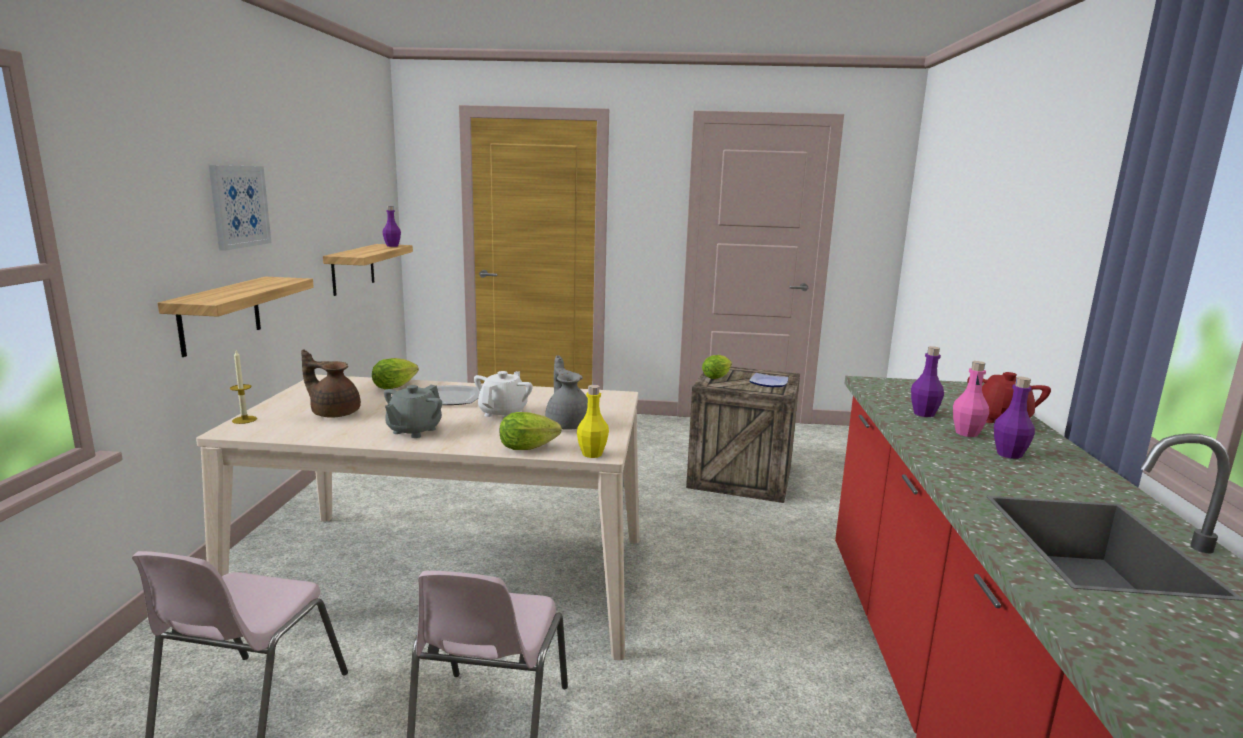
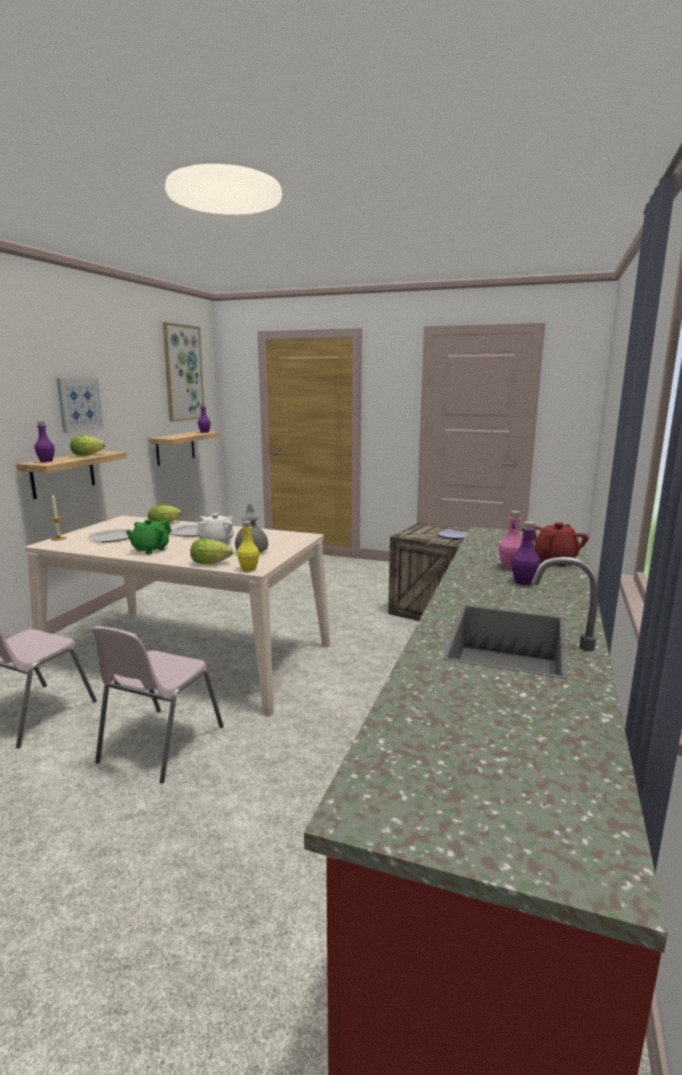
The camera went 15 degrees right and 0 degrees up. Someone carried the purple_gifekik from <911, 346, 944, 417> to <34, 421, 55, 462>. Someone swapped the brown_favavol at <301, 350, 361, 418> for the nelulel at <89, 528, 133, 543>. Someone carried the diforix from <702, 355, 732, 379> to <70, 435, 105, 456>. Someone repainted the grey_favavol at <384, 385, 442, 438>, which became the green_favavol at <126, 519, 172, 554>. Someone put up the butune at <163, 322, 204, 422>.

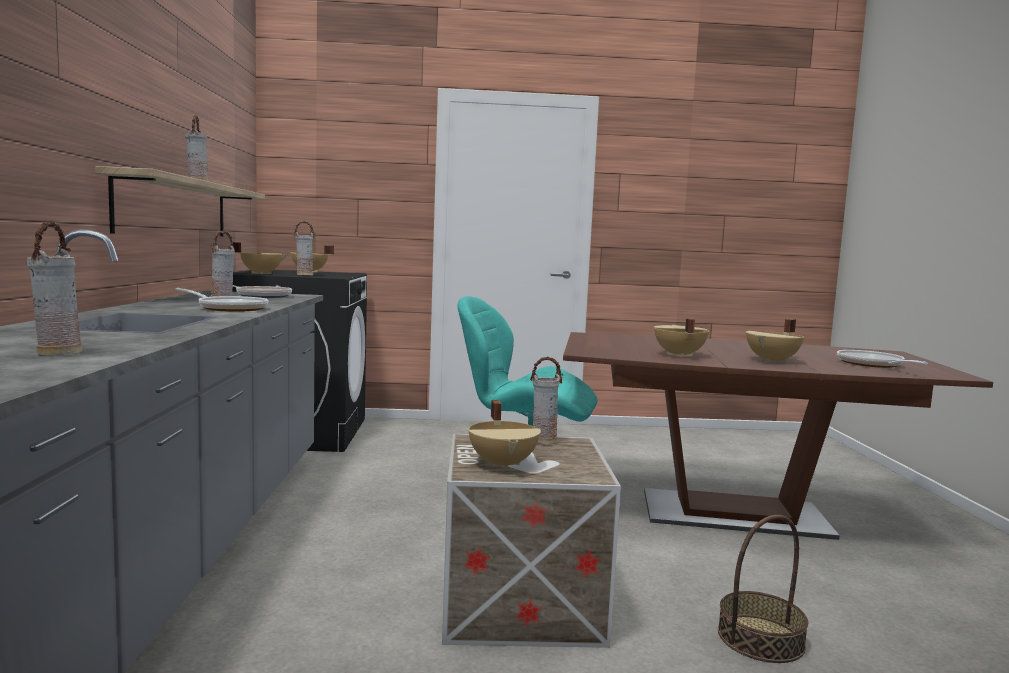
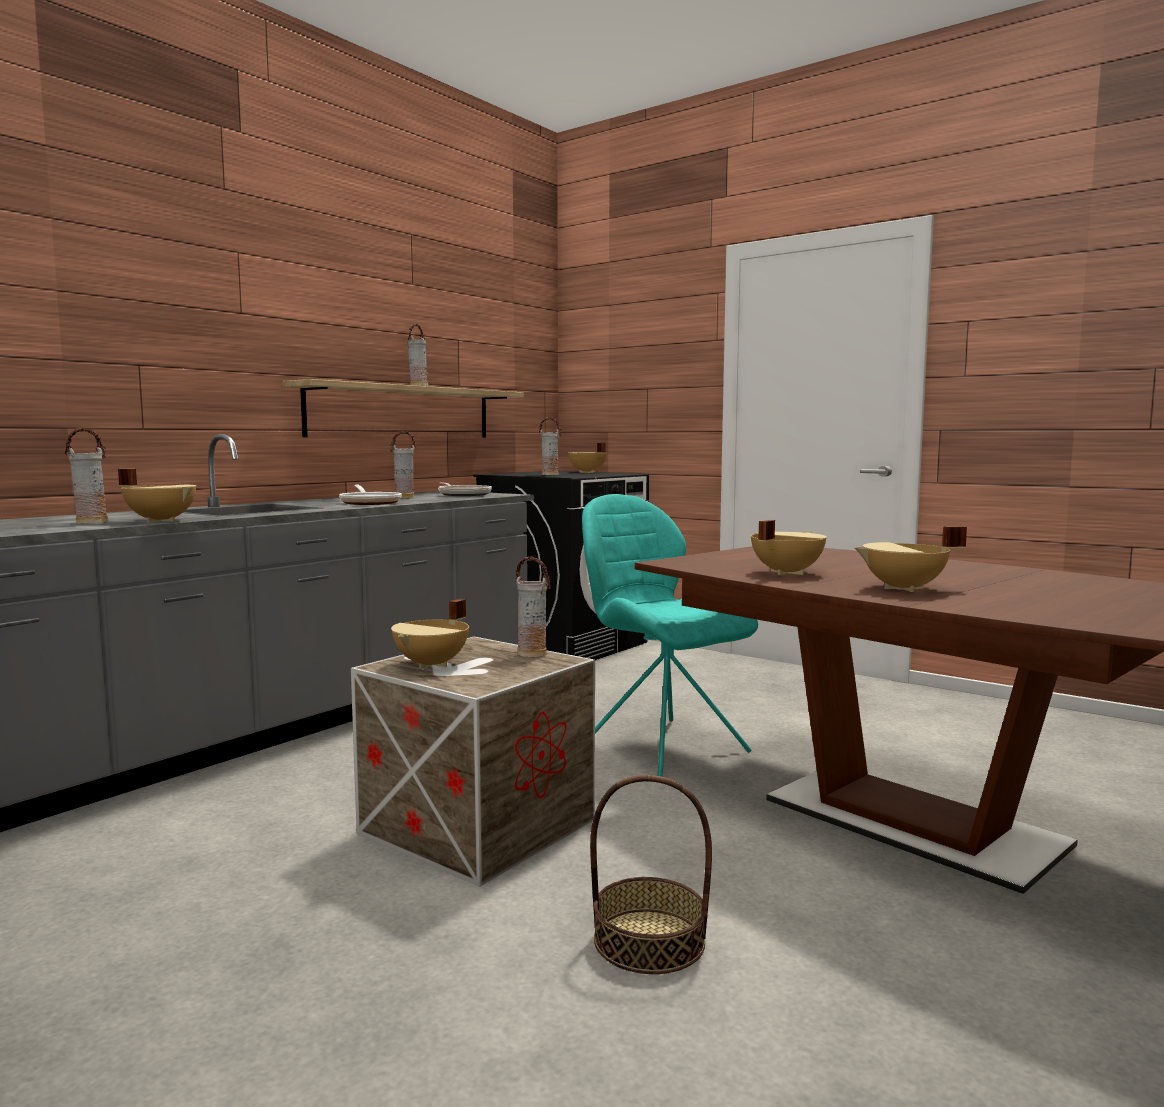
The camera went 40 degrees right and 0 degrees up. Someone carried the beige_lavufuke from <230, 242, 288, 274> to <118, 469, 196, 522>. Someone took away the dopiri at <837, 350, 928, 368>.

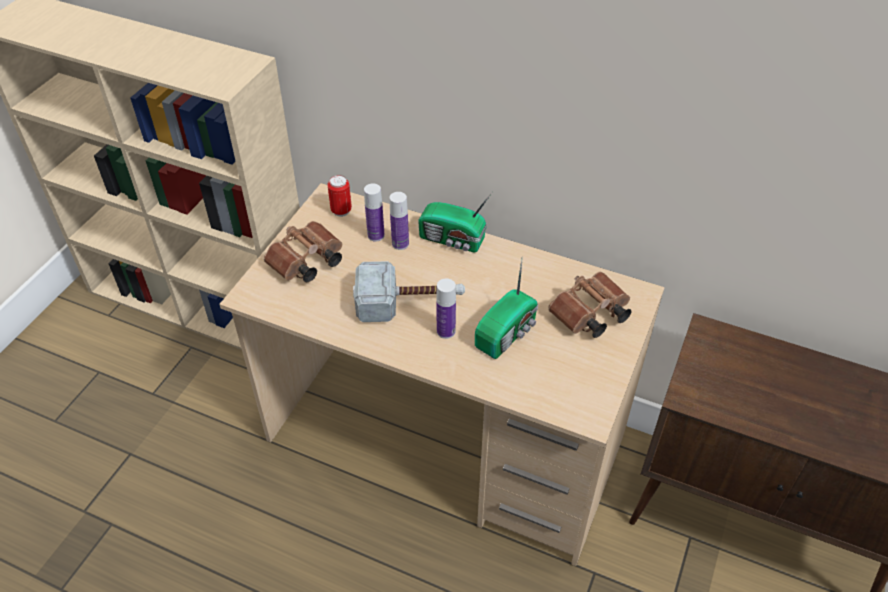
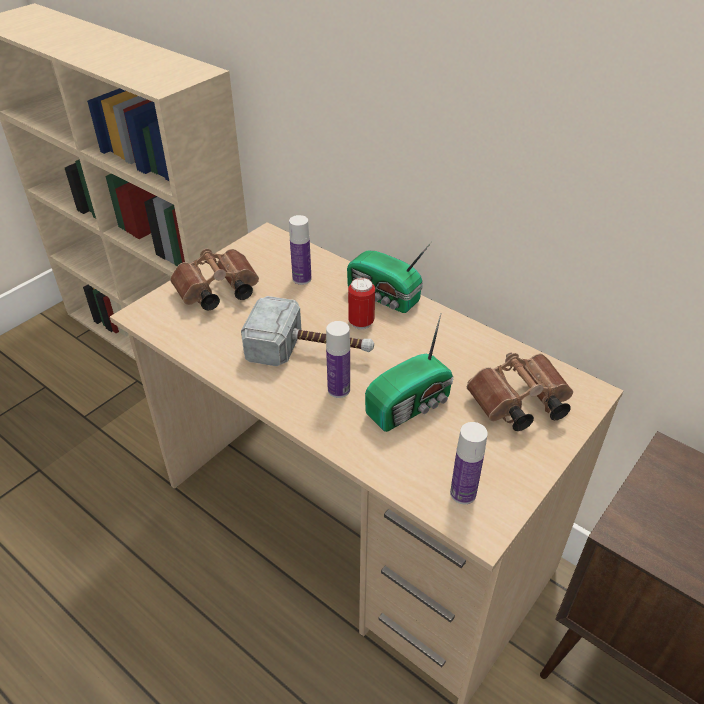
The camera went 15 degrees right and 5 degrees down. Someone carried the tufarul from <327, 175, 352, 217> to <348, 277, 375, 330>. Someone carried the gifekik from <390, 192, 409, 250> to <450, 422, 488, 504>.

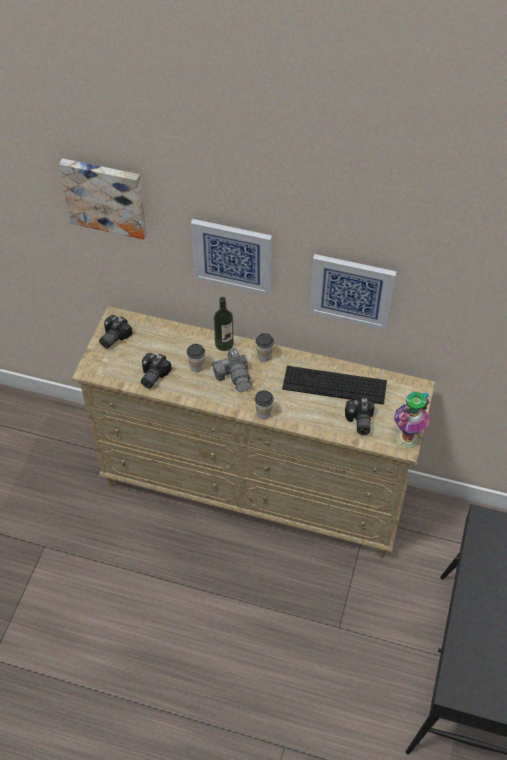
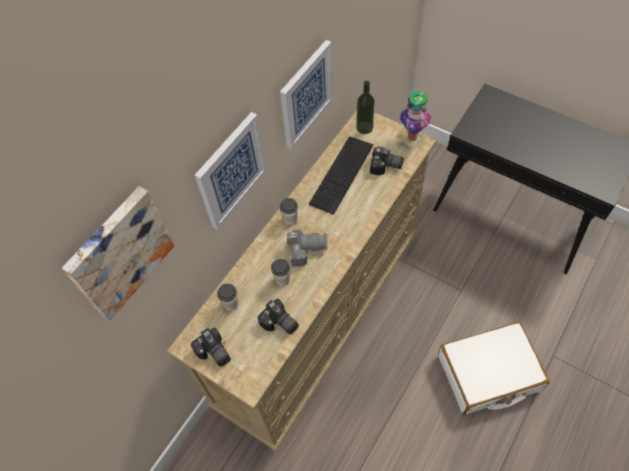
The camera went 70 degrees left and 5 degrees up. Someone carried the gifekik from <214, 297, 234, 351> to <356, 80, 375, 134>. Someone carried the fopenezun from <255, 390, 274, 419> to <217, 283, 238, 311>. Someone put down the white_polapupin at <438, 322, 550, 415>.

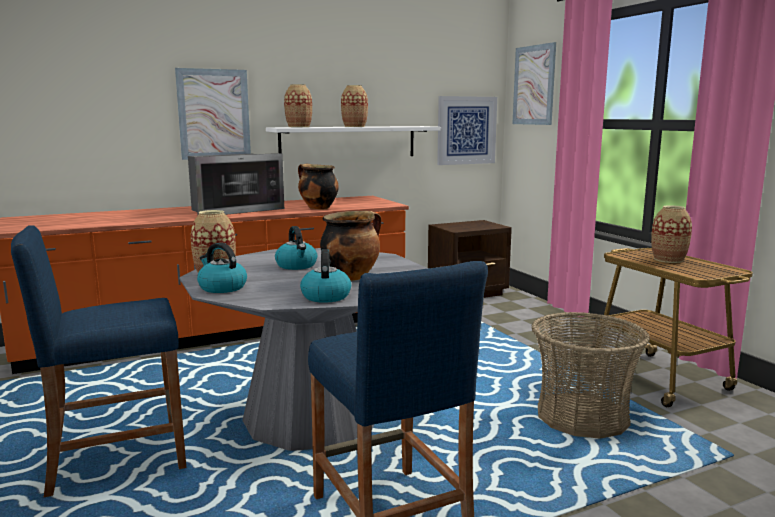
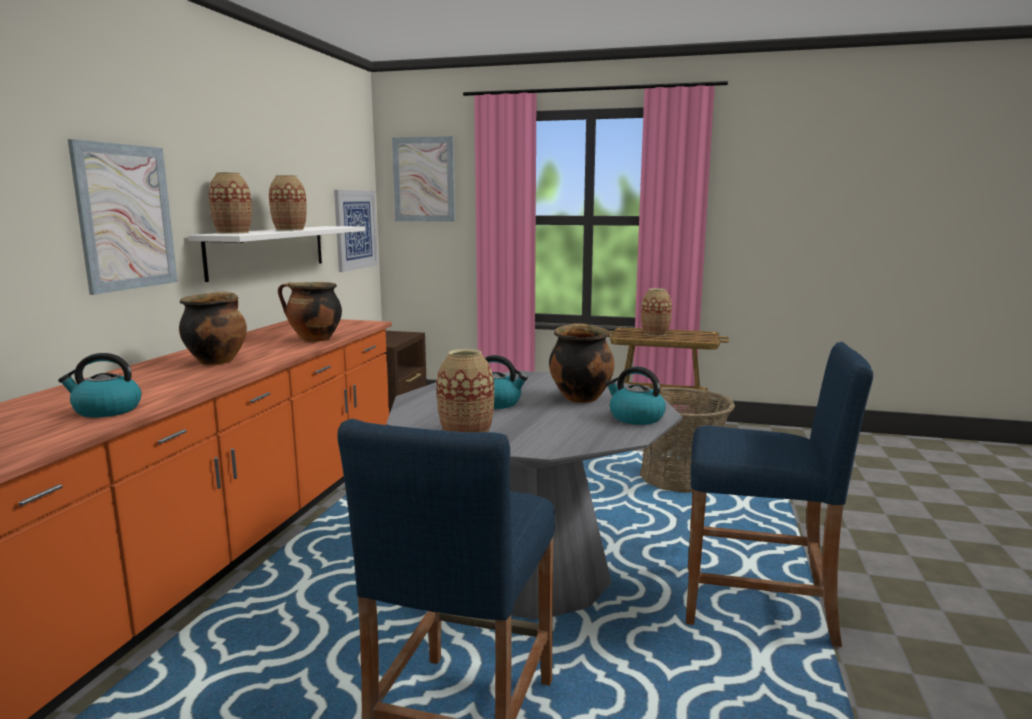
The camera went 50 degrees left and 0 degrees up. Someone swapped the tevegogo at <188, 153, 284, 215> for the lavufuke at <179, 292, 247, 365>. Someone carried the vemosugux from <197, 243, 247, 293> to <58, 353, 142, 418>.

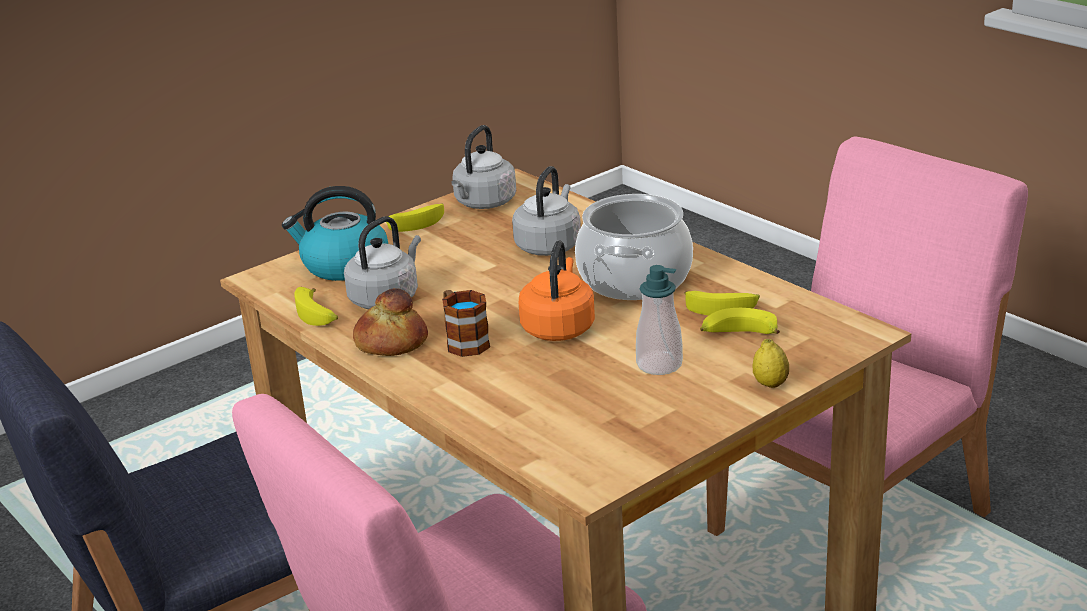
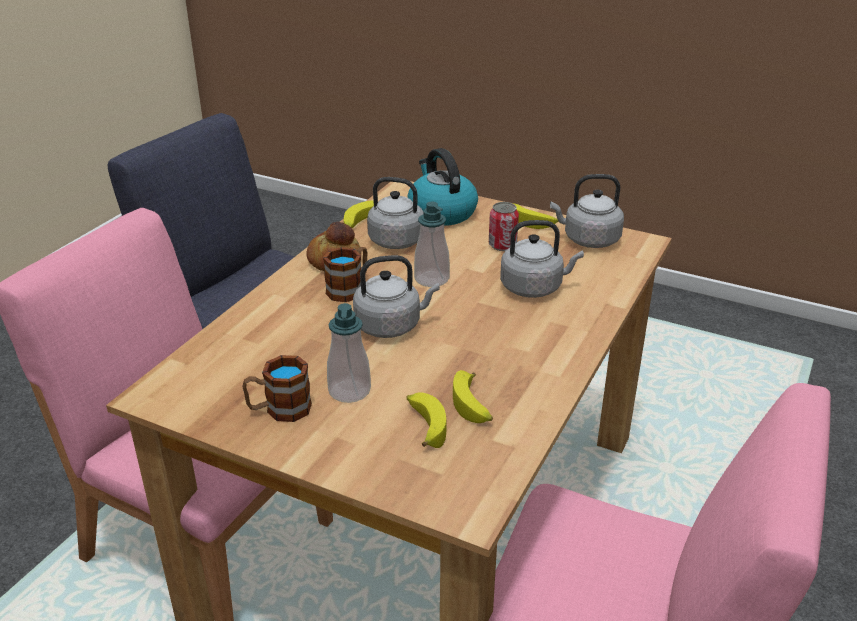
The camera went 65 degrees right and 5 degrees up. Someone took away the lavufuke at <575, 194, 693, 300>. Someone repainted the orange_vemosugux at <519, 240, 595, 341>, which became the grey_vemosugux at <353, 255, 440, 338>. Someone took away the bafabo at <752, 339, 789, 388>. Someone put down the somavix at <414, 201, 450, 287>. Someone put down the tufarul at <489, 202, 519, 251>. Someone put down the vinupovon at <242, 355, 312, 422>.

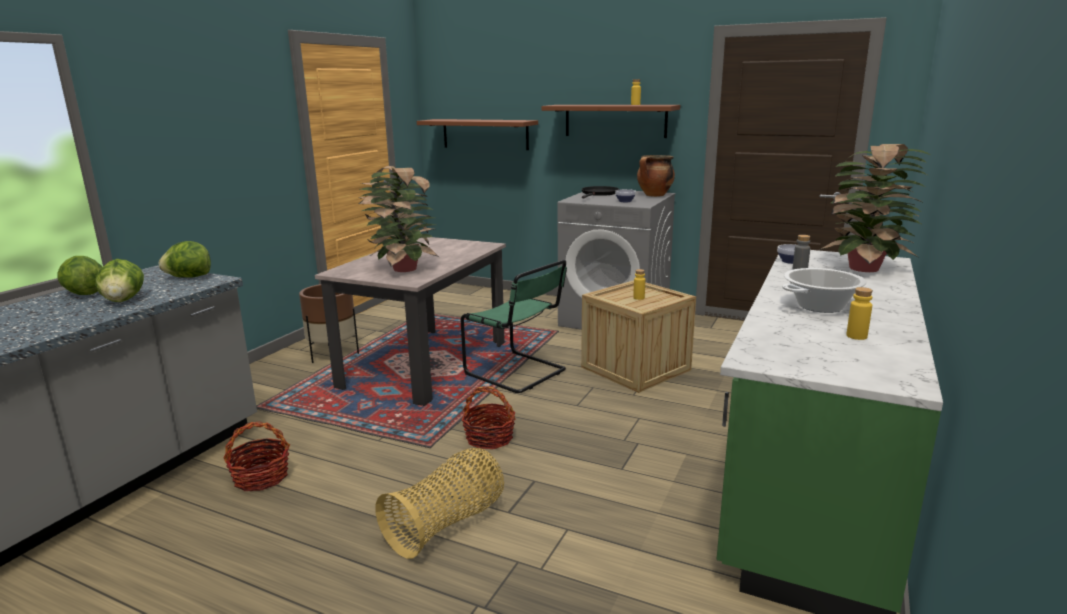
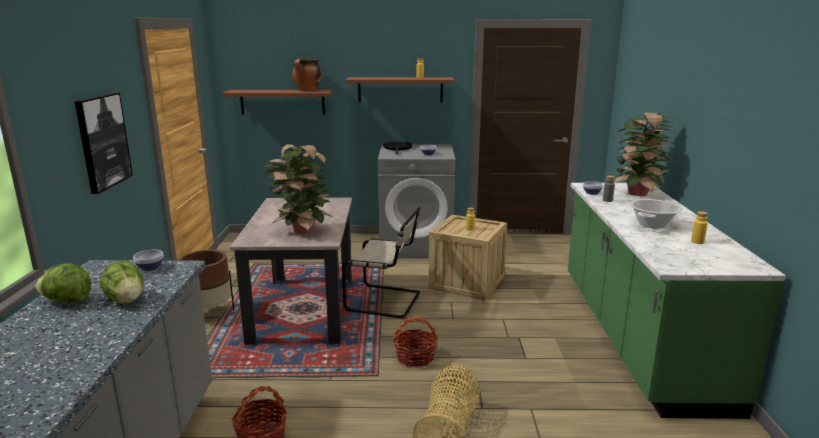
The camera went 25 degrees left and 0 degrees up. Someone carried the lavufuke from <637, 155, 675, 197> to <292, 59, 322, 91>. Someone swapped the diforix at <159, 241, 211, 278> for the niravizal at <133, 250, 164, 271>. Someone repainted the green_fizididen at <461, 260, 567, 393>, which became the beige_fizididen at <342, 207, 421, 318>. Someone put up the butune at <75, 93, 133, 194>.

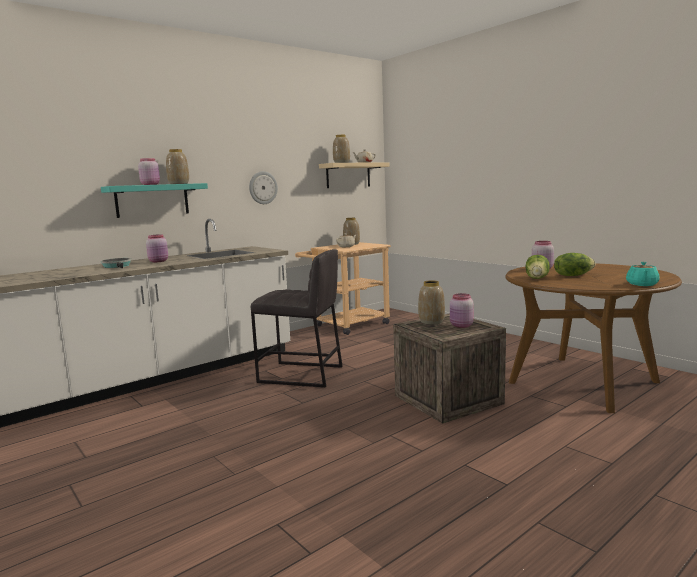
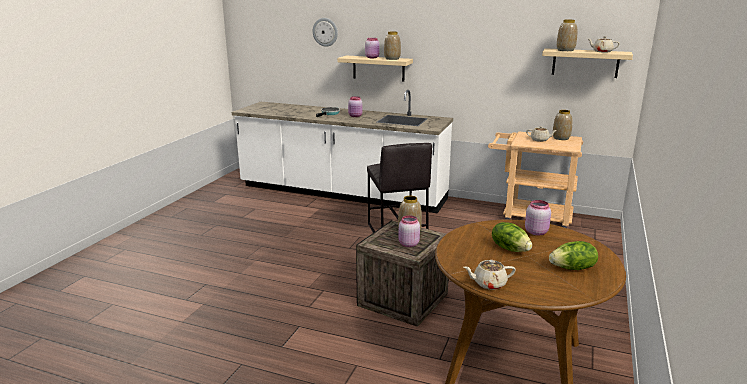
The camera went 60 degrees right and 10 degrees up. Someone carried the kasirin from <249, 171, 278, 204> to <313, 18, 338, 47>. Someone repainted the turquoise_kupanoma at <101, 183, 208, 218>, which became the beige_kupanoma at <337, 56, 413, 82>. Someone carried the diforix from <526, 255, 550, 279> to <549, 241, 598, 270>. Someone repainted the turquoise_favavol at <626, 262, 660, 286>, which became the beige_favavol at <464, 260, 516, 290>.

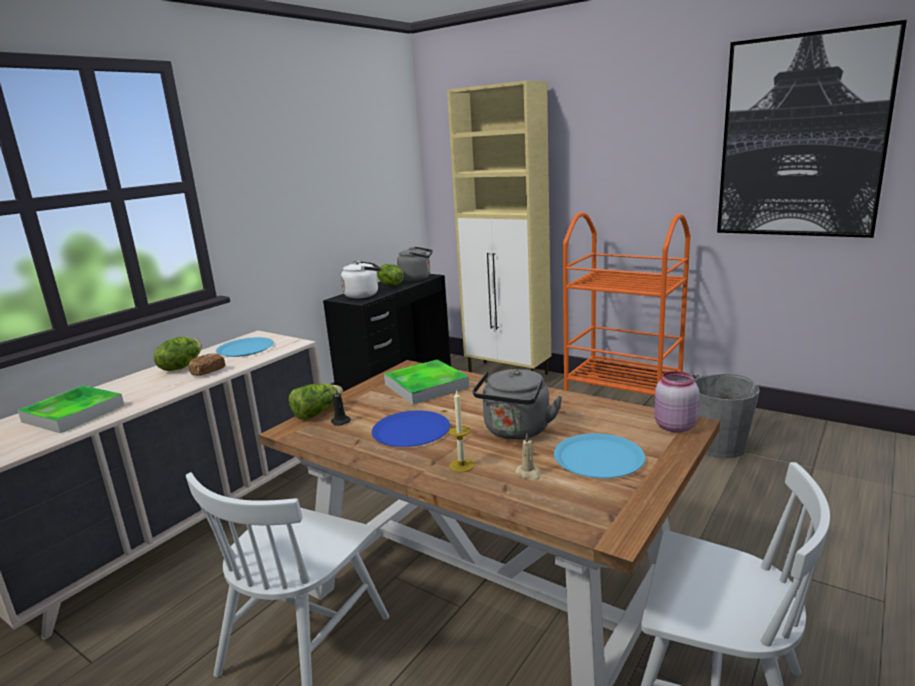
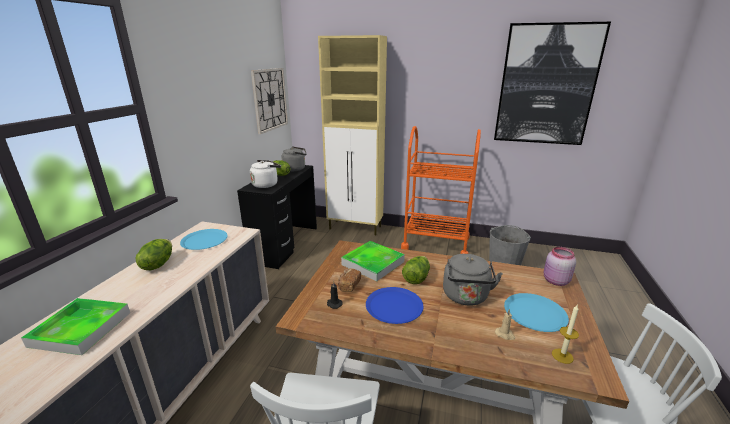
The camera went 20 degrees left and 5 degrees up. Someone carried the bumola from <188, 353, 225, 376> to <338, 268, 361, 292>. Someone carried the diforix from <289, 384, 343, 420> to <402, 256, 430, 284>. Someone carried the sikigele from <448, 390, 474, 472> to <552, 305, 579, 364>. Someone put up the kasirin at <251, 68, 288, 134>.

